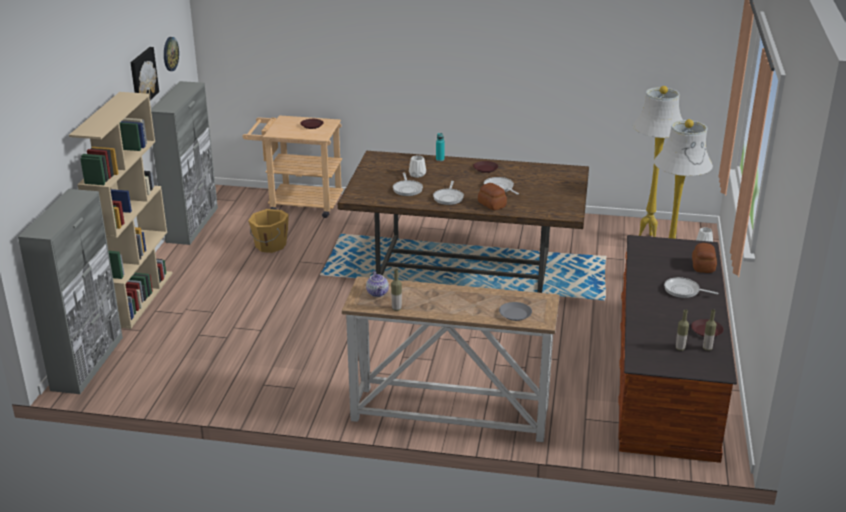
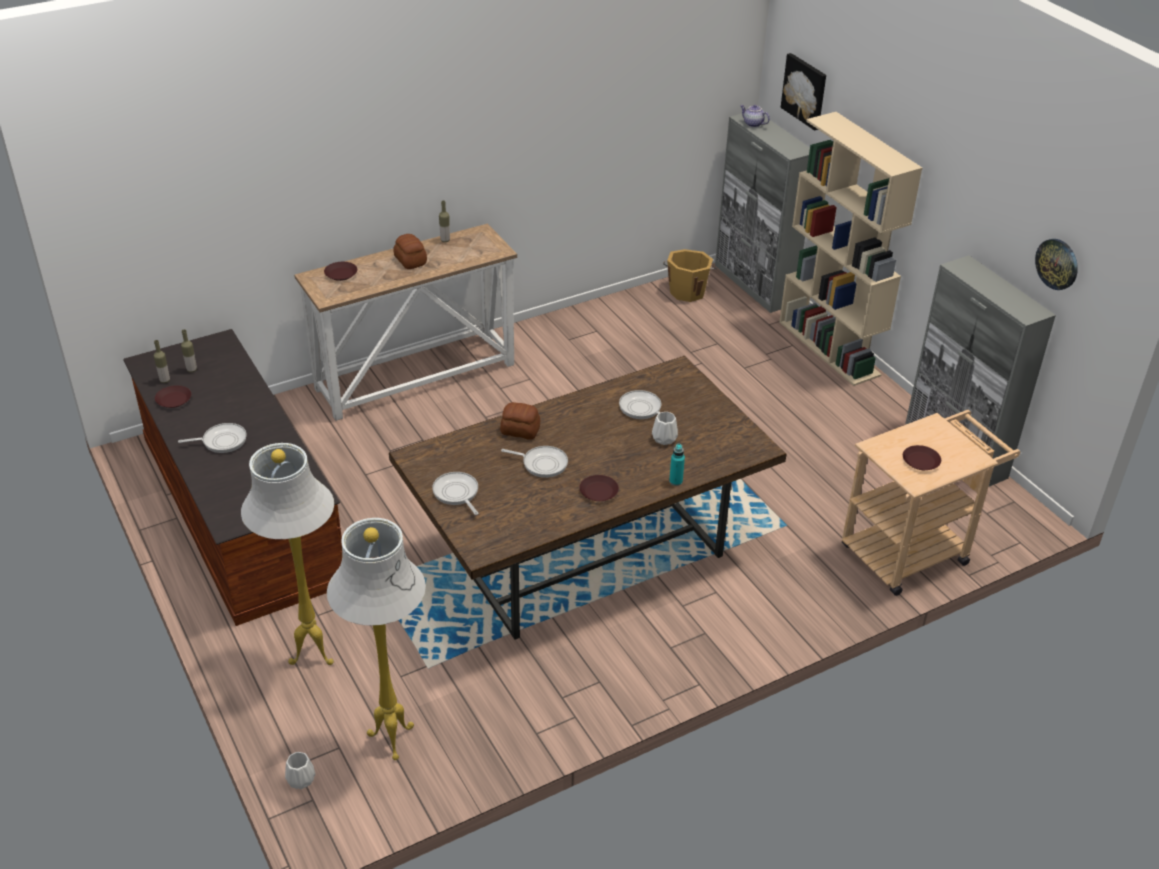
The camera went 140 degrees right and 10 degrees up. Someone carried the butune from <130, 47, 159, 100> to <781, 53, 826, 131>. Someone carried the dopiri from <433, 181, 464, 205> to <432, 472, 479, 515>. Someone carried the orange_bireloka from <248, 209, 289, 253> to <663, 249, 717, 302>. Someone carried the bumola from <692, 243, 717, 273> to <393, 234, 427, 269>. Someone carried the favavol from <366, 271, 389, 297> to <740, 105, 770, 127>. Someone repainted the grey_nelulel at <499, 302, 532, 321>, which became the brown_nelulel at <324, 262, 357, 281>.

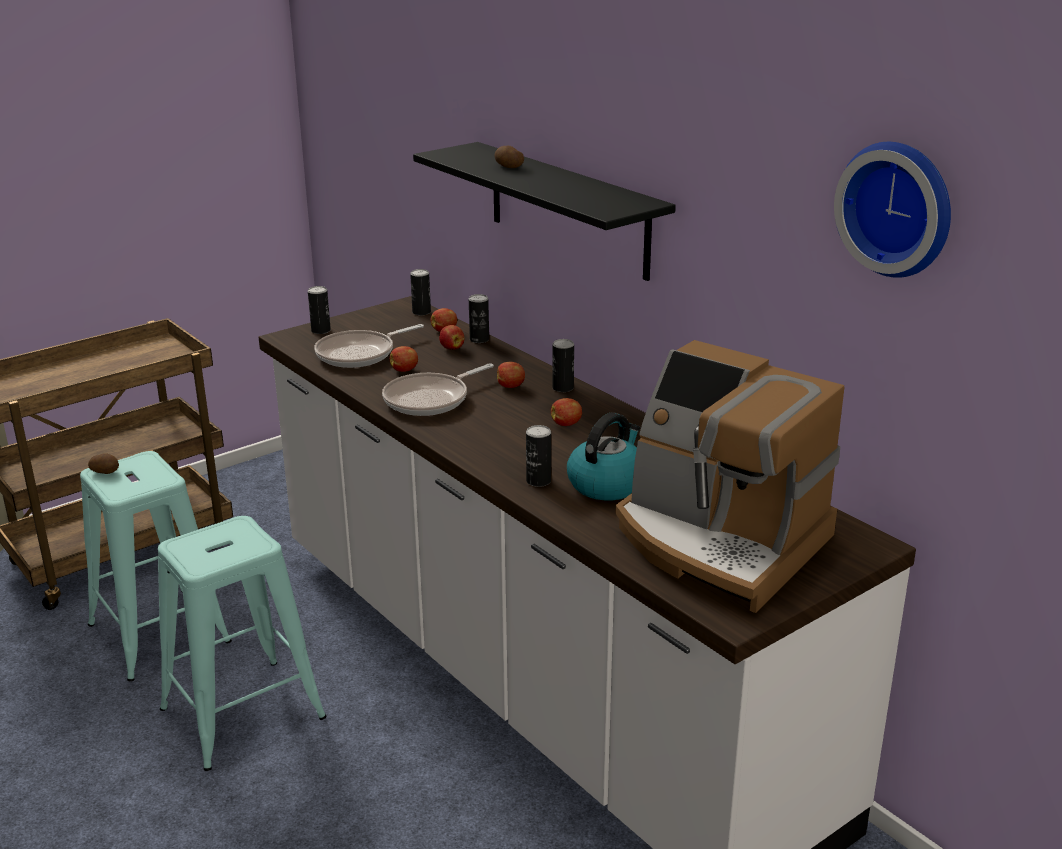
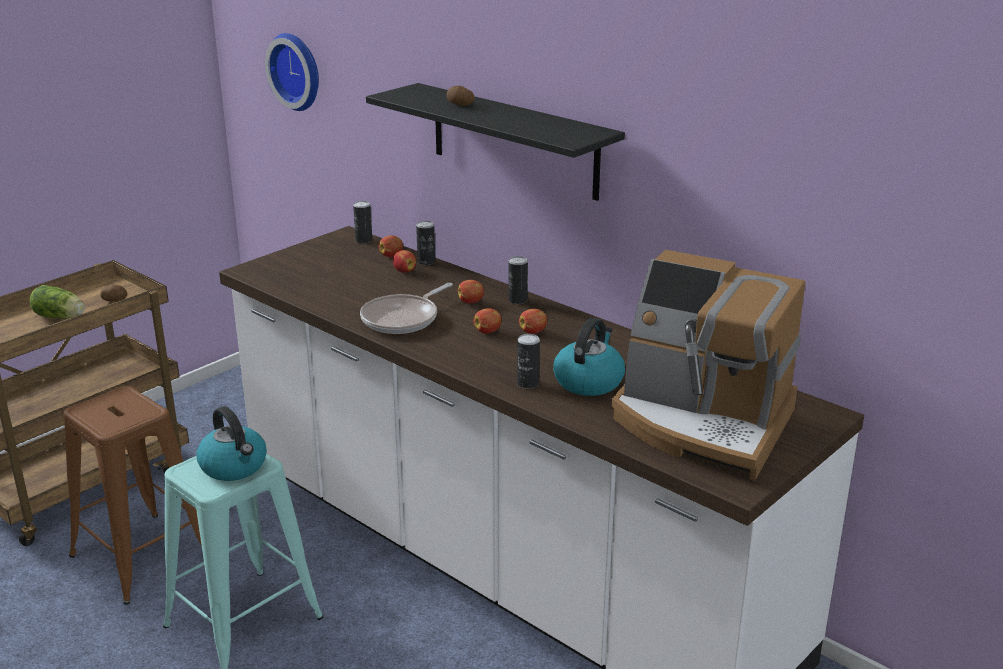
The camera went 10 degrees left and 0 degrees up. Someone carried the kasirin from <834, 142, 951, 278> to <265, 33, 319, 111>. Someone took away the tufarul at <308, 286, 331, 334>. Someone took away the dopiri at <314, 324, 424, 368>. Someone carried the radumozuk from <390, 346, 418, 372> to <473, 308, 502, 333>. Someone repainted the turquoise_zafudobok at <80, 451, 232, 682>, which became the brown_zafudobok at <64, 386, 202, 605>. Someone carried the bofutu from <88, 453, 119, 474> to <100, 285, 127, 302>. Someone put down the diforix at <30, 285, 85, 319>. Someone put down the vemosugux at <196, 406, 267, 481>.

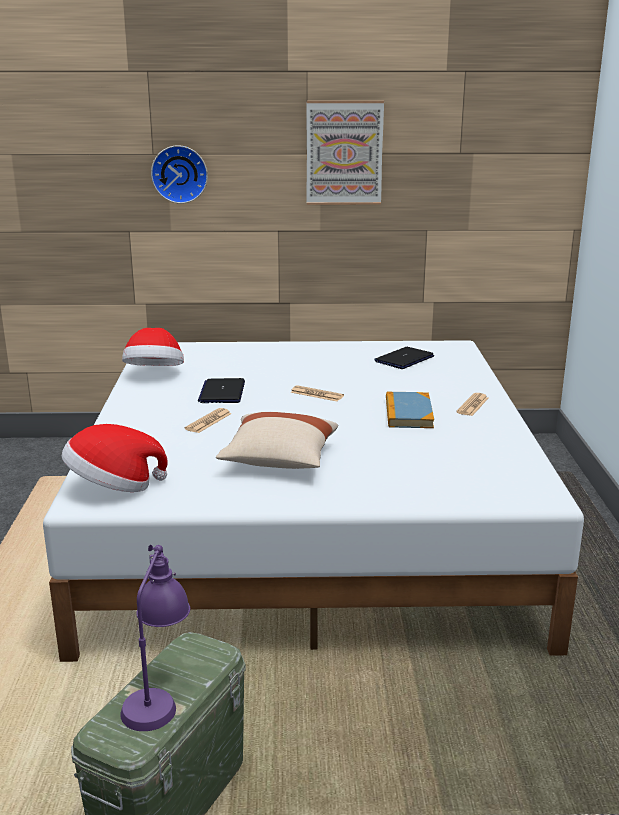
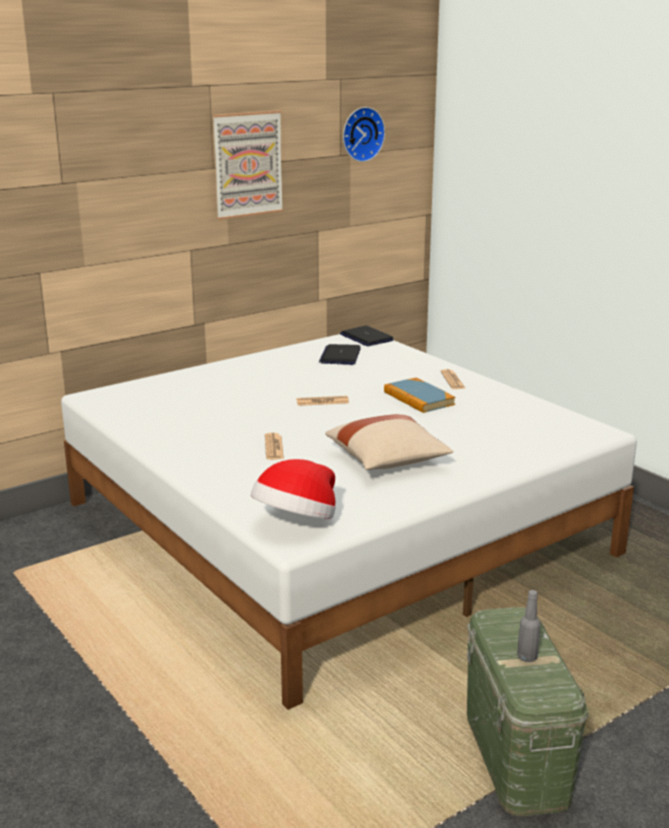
The camera went 35 degrees left and 0 degrees up. Someone carried the kasirin from <151, 145, 208, 204> to <343, 107, 385, 162>. Someone took away the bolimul at <122, 328, 184, 366>. Someone carried the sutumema from <198, 378, 245, 403> to <340, 326, 394, 346>. Someone swapped the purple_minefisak at <120, 545, 190, 731> for the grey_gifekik at <517, 590, 540, 662>.

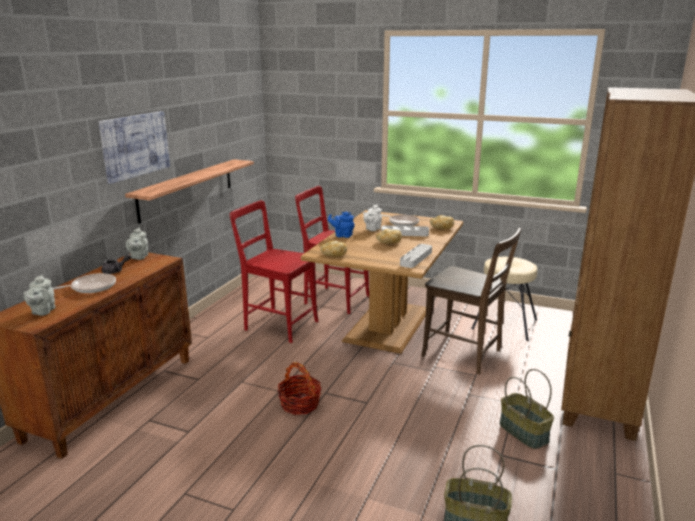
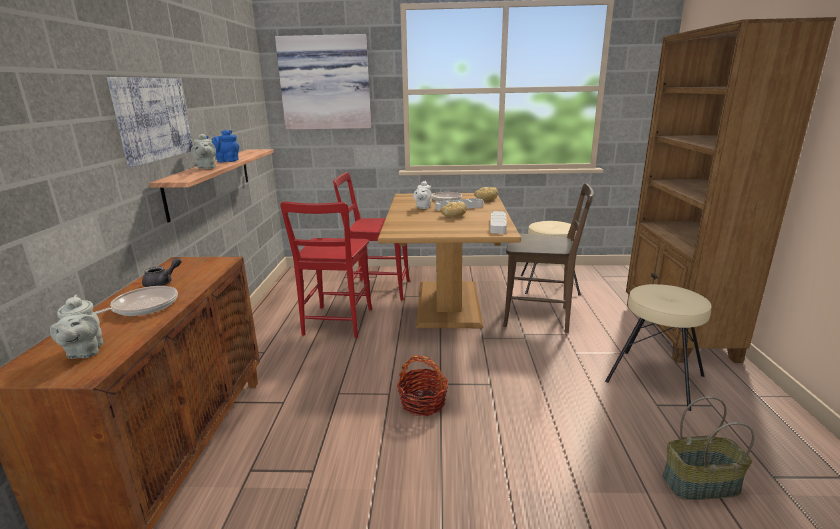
The camera went 20 degrees left and 0 degrees up. Someone rotated the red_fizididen at <230, 200, 318, 343> by 90 degrees counterclockwise. Someone carried the blue_favavol from <328, 212, 355, 238> to <206, 130, 239, 162>. Someone carried the grey_favavol from <126, 228, 148, 260> to <191, 134, 216, 169>. Someone took away the bumola at <320, 241, 347, 257>. Someone swapped the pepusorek at <500, 369, 554, 449> for the beige_zafudobok at <605, 284, 711, 411>. Someone put up the butune at <275, 34, 371, 130>.

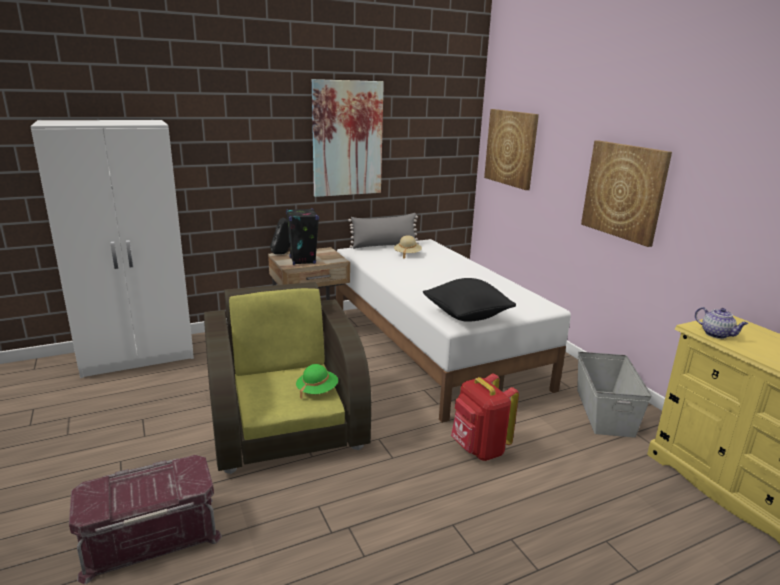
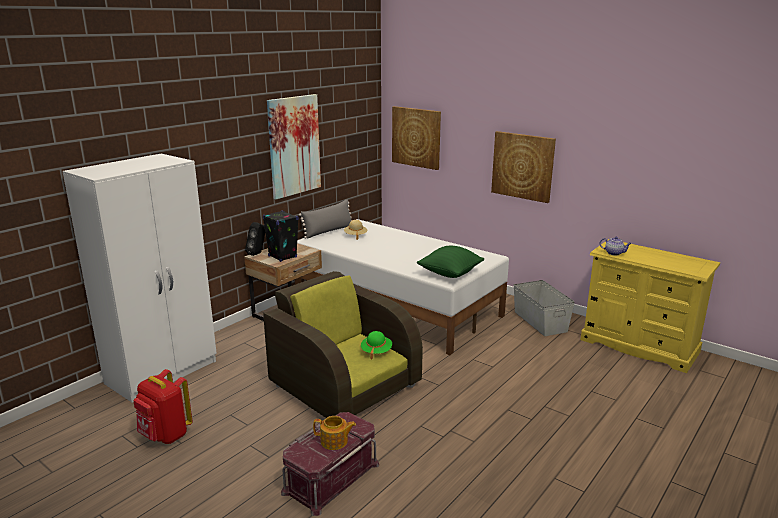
The camera went 25 degrees left and 0 degrees up. Someone repainted the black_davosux at <423, 278, 516, 322>, which became the green_davosux at <417, 246, 484, 278>. Someone carried the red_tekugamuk from <451, 374, 519, 461> to <133, 369, 193, 444>. Someone put down the favavol at <313, 416, 356, 450>.

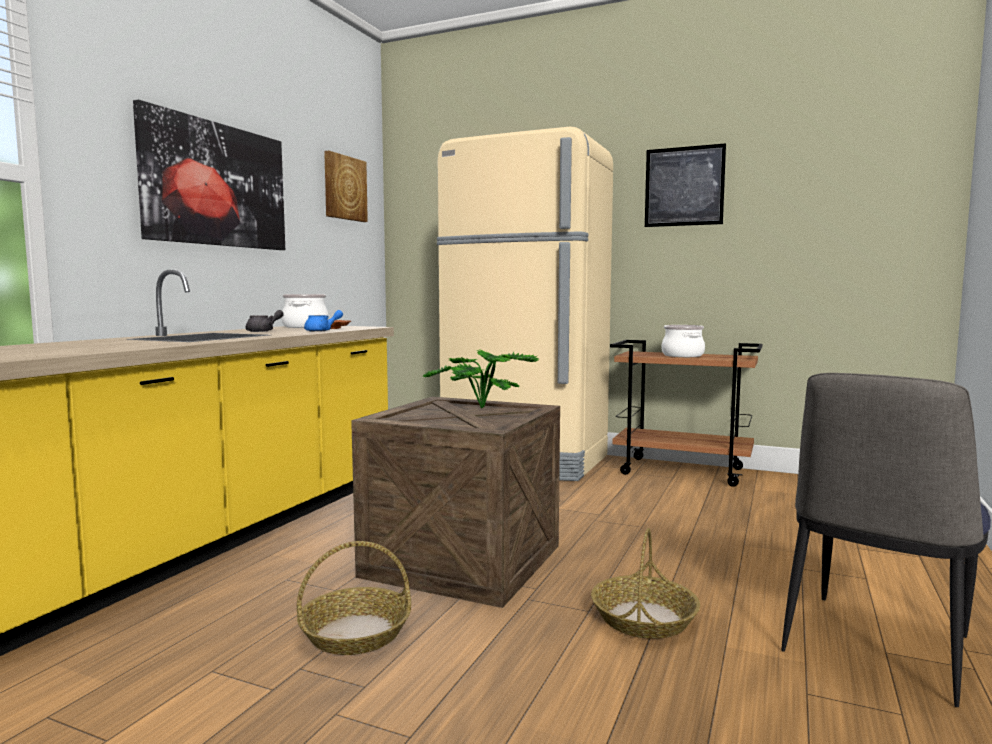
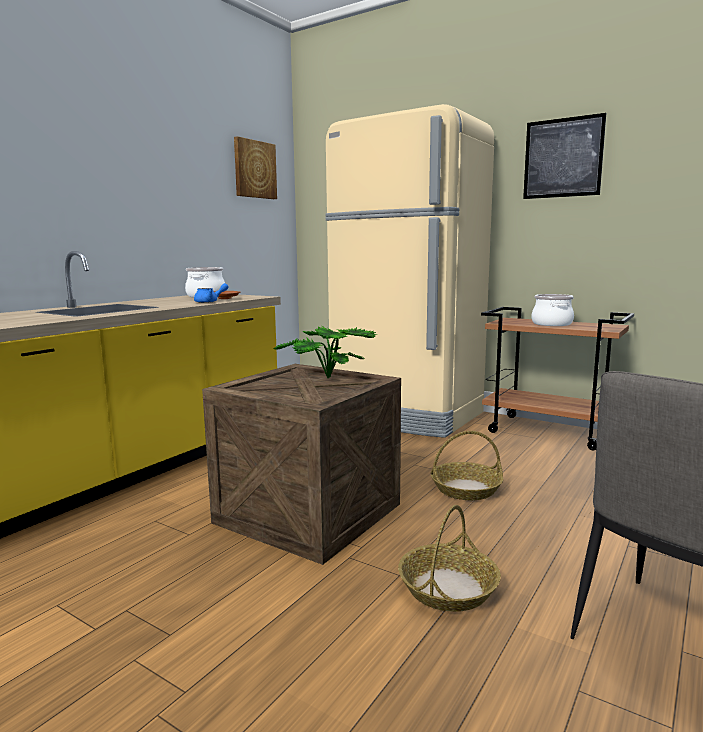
The camera went 10 degrees right and 5 degrees up. Someone took away the butune at <133, 99, 285, 250>. Someone took away the grey_favavol at <245, 310, 284, 332>. Someone carried the pepusorek from <297, 541, 411, 655> to <431, 431, 503, 500>.

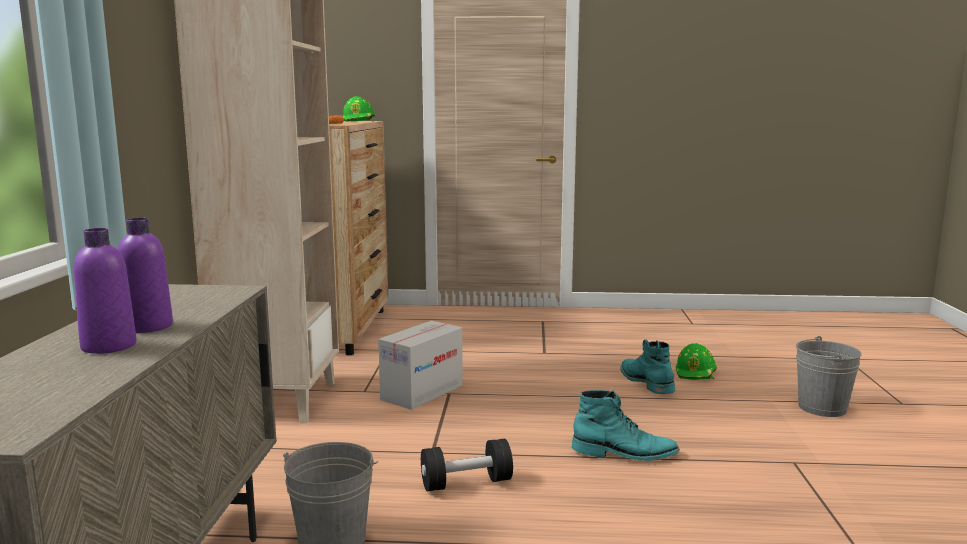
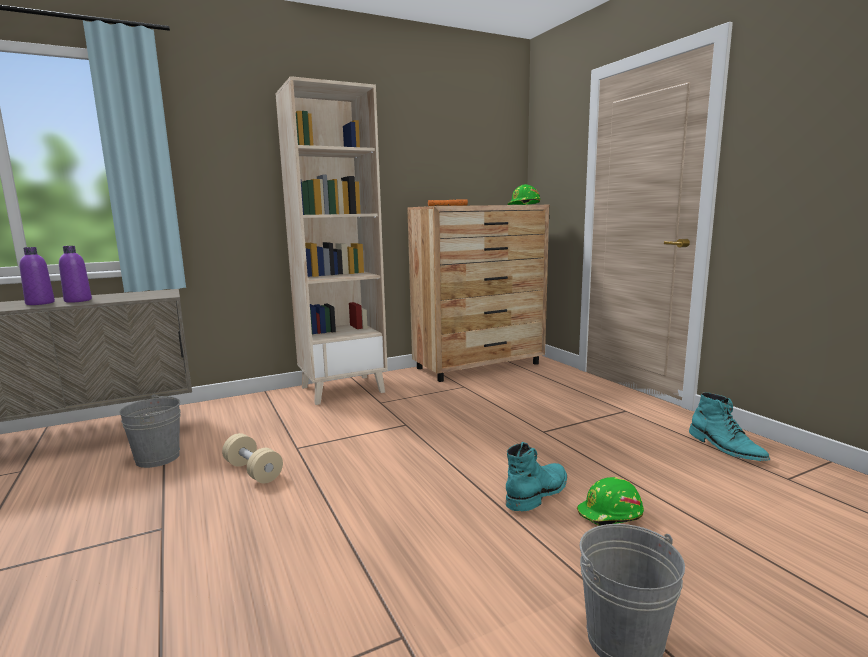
The camera went 60 degrees right and 0 degrees up. Someone took away the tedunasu at <378, 321, 463, 410>. Someone carried the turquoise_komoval from <572, 390, 680, 461> to <689, 392, 770, 461>. Someone repainted the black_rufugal at <421, 439, 513, 492>, which became the beige_rufugal at <222, 433, 283, 483>.

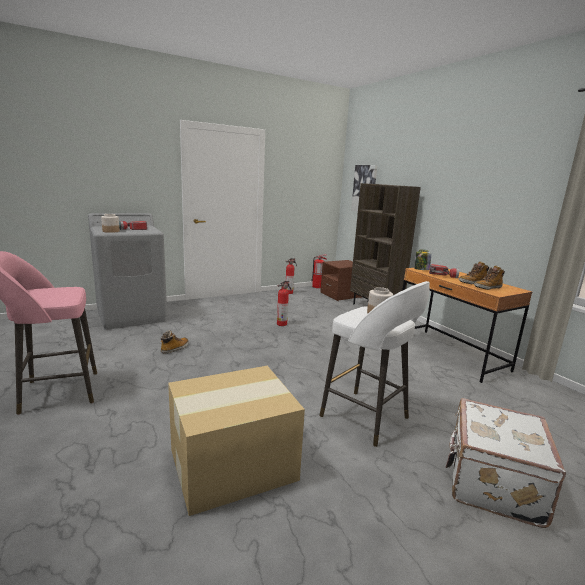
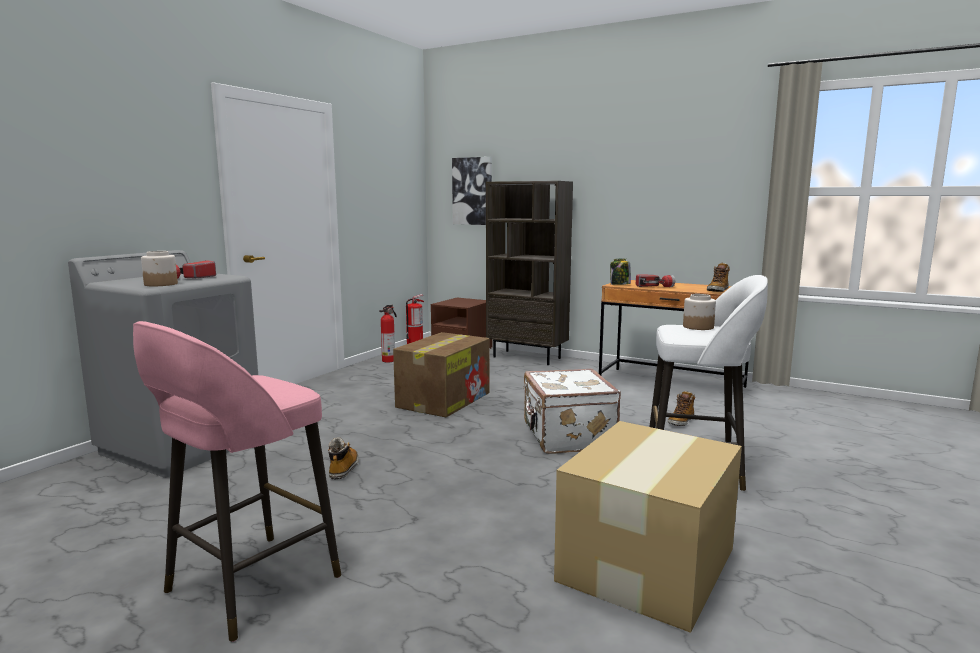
The camera went 30 degrees left and 5 degrees down. Someone carried the komoval from <459, 261, 489, 284> to <668, 391, 695, 426>. Someone swapped the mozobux at <277, 281, 291, 326> for the tedunasu at <393, 332, 490, 417>. Someone carried the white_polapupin from <446, 398, 566, 528> to <523, 369, 621, 454>.

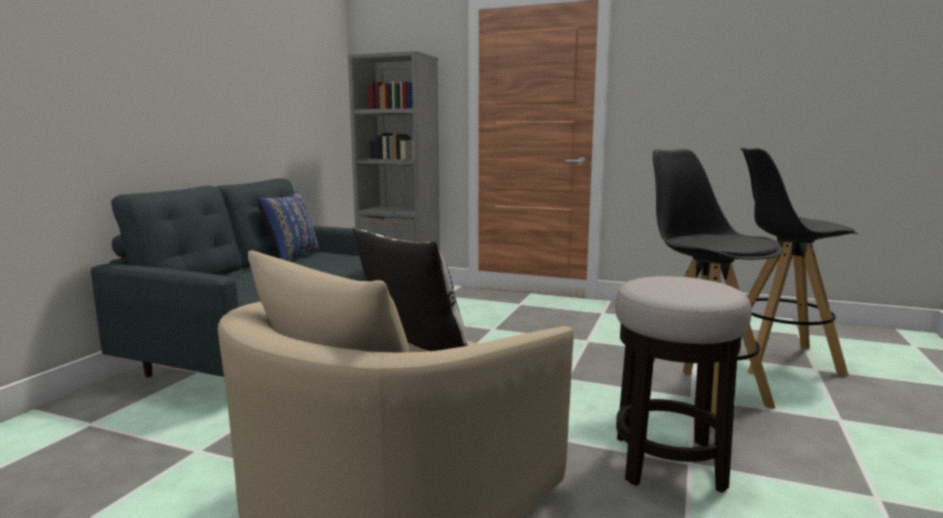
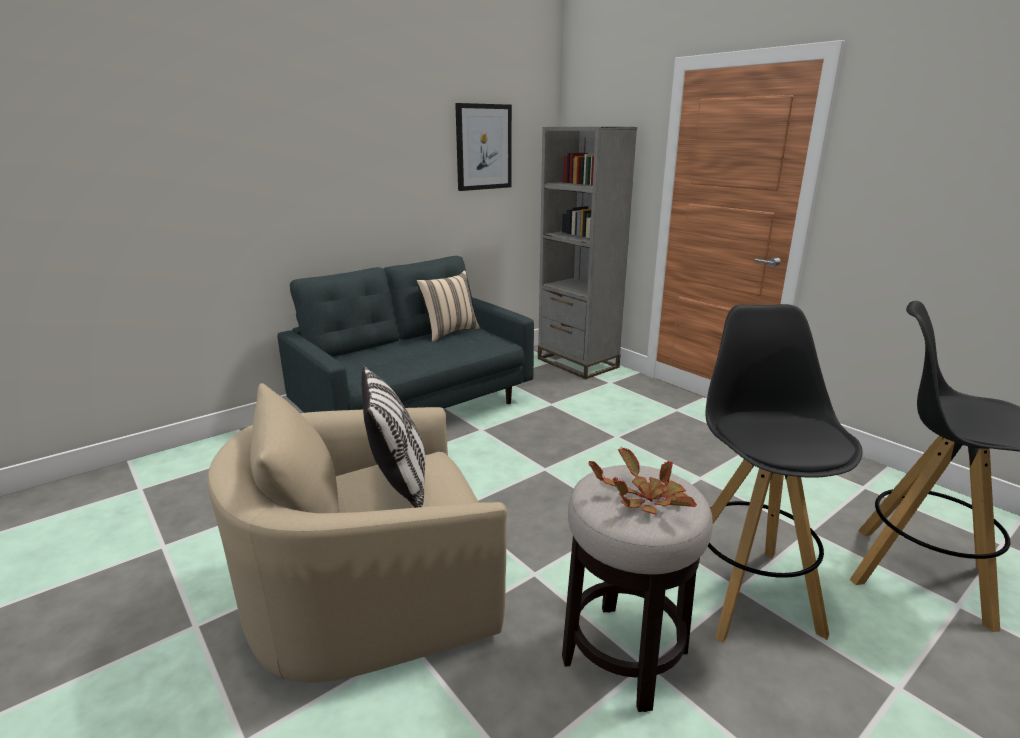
The camera went 30 degrees right and 10 degrees up. Someone repainted the blue_davosux at <257, 191, 320, 261>, which became the beige_davosux at <416, 270, 480, 342>. Someone put up the butune at <455, 103, 512, 191>. Someone put down the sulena at <588, 446, 697, 515>.

